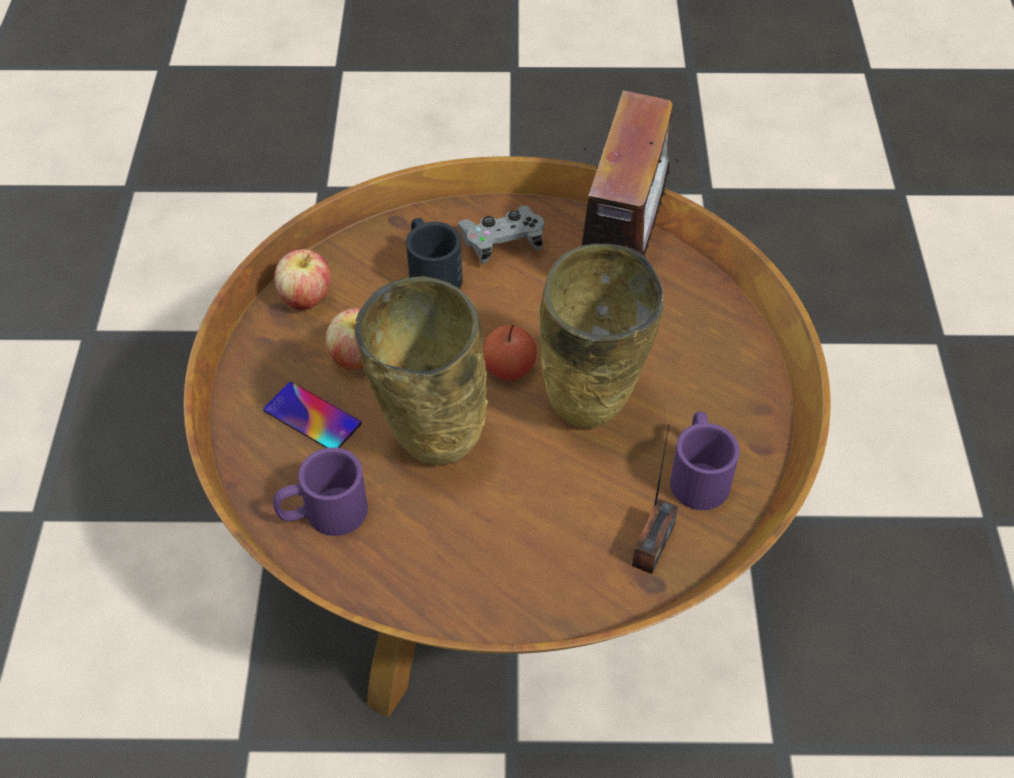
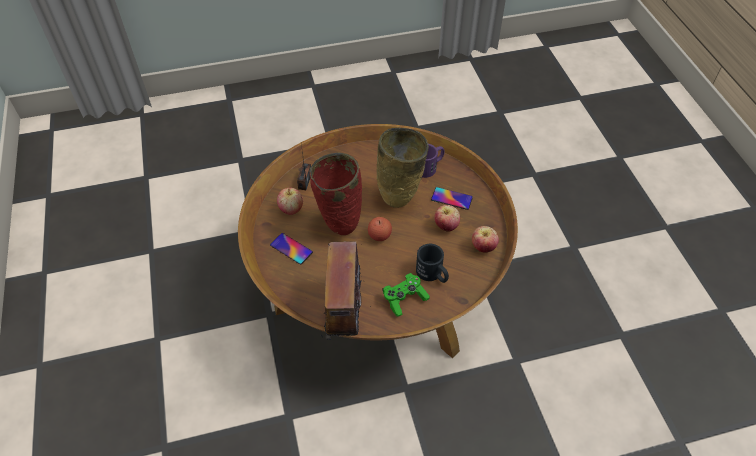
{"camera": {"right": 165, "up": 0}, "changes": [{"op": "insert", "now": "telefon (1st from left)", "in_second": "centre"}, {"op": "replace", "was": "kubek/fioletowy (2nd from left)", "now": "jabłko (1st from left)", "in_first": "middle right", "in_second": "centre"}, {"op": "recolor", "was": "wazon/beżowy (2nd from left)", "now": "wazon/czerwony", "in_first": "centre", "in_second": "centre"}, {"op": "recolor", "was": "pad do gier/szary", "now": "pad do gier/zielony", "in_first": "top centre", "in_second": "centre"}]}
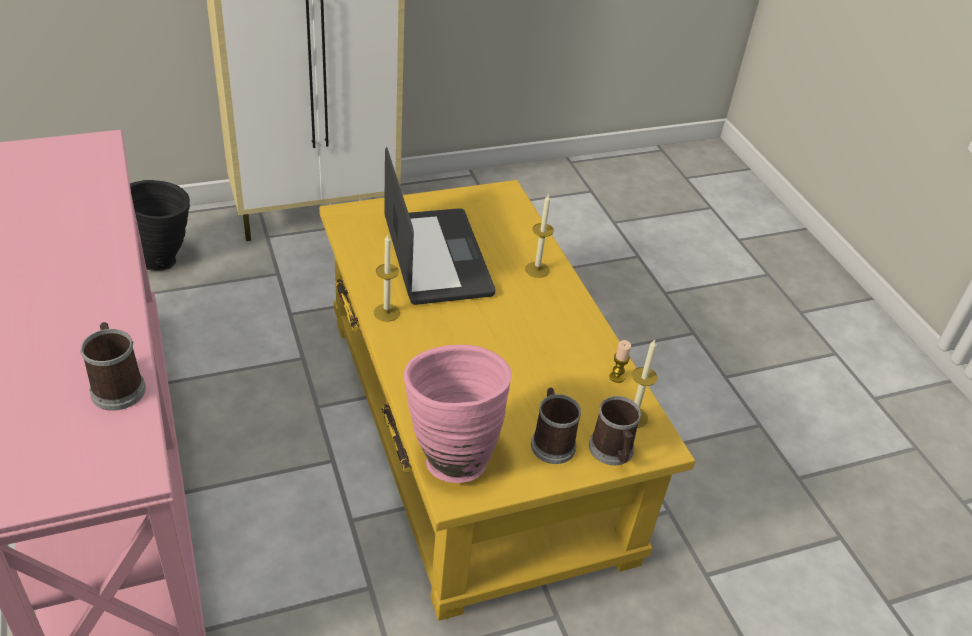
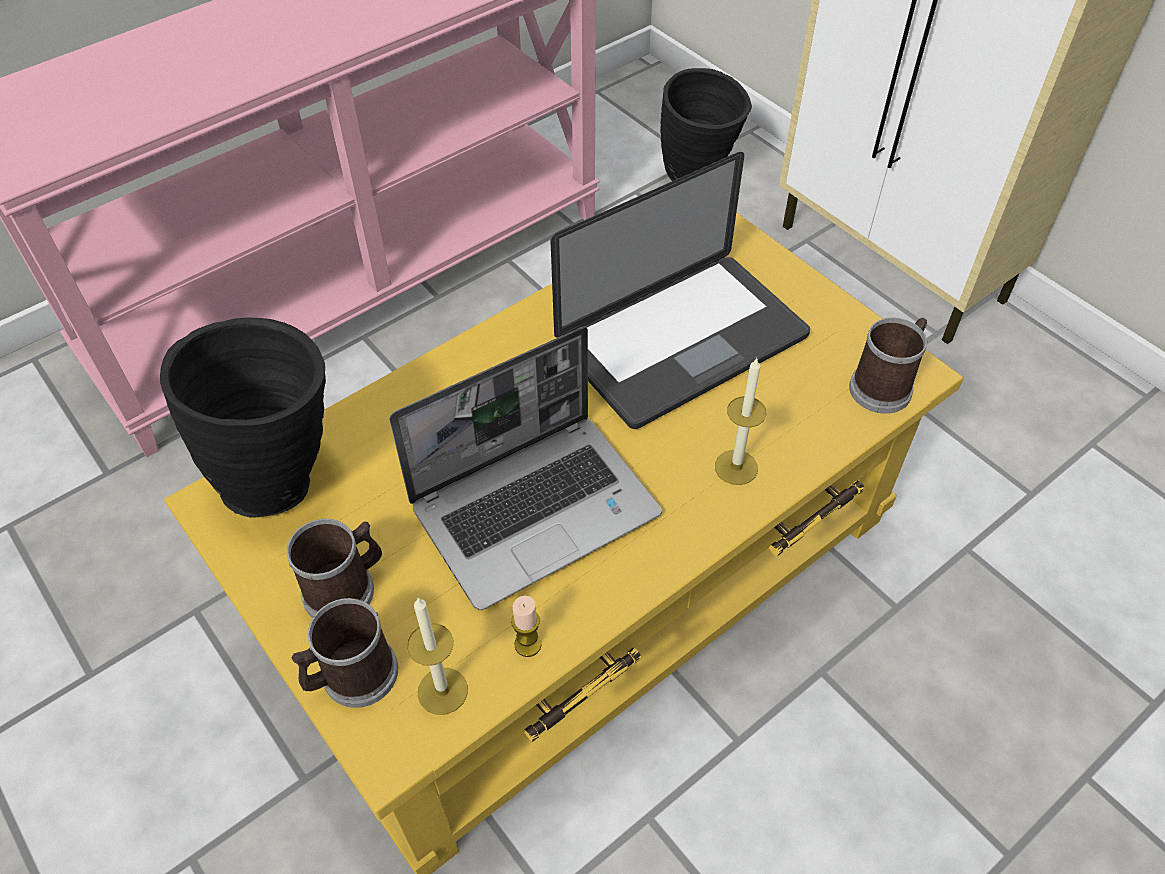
{"camera": {"right": 75, "up": 10}, "changes": [{"op": "recolor", "was": "wazon/różowy", "now": "wazon/czarny (1st from left)", "in_first": "centre", "in_second": "middle left"}, {"op": "insert", "now": "laptop (1st from left)", "in_second": "centre"}, {"op": "move", "was": "kubek (1st from left in the first image)", "now": "kubek (3rd from left)", "in_first": "middle left", "in_second": "middle right"}, {"op": "delete", "was": "świeca (1st from left)", "in_first": "centre"}]}
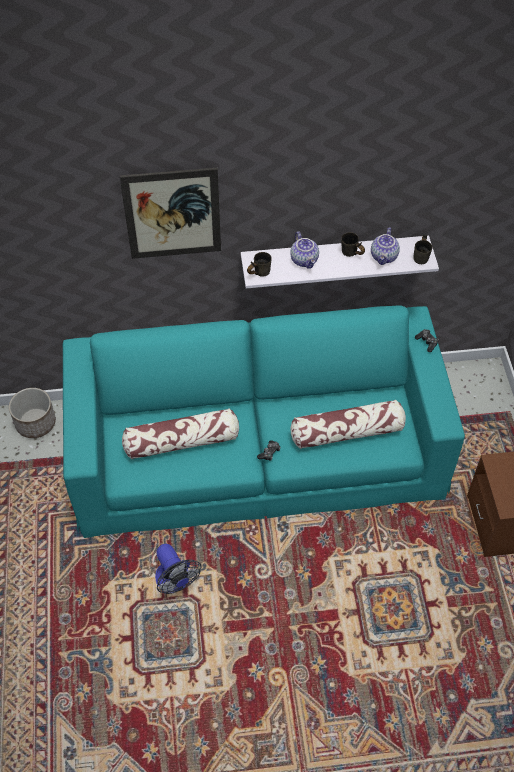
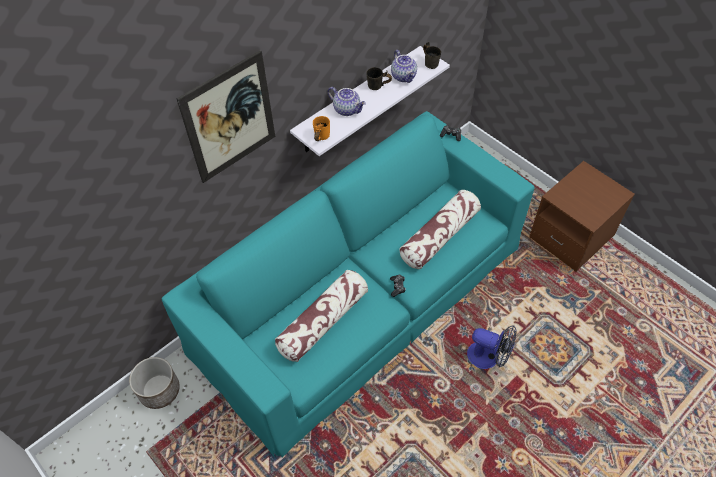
{"camera": {"right": -35, "up": 0}, "changes": [{"op": "recolor", "was": "kubek/szary (1st from left)", "now": "kubek/pomarańczowy", "in_first": "centre", "in_second": "top centre"}, {"op": "move", "was": "wentylator", "in_first": "bottom centre", "in_second": "bottom right"}]}
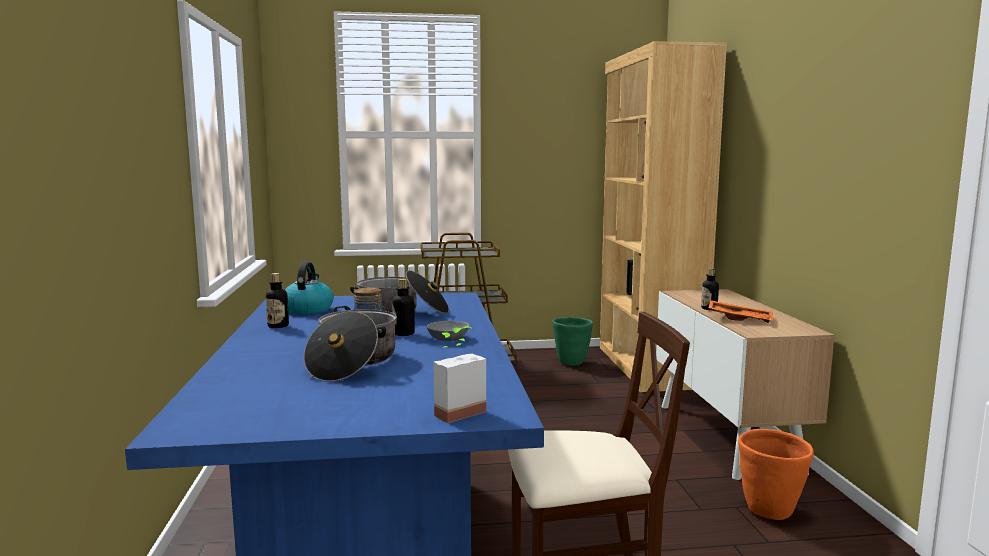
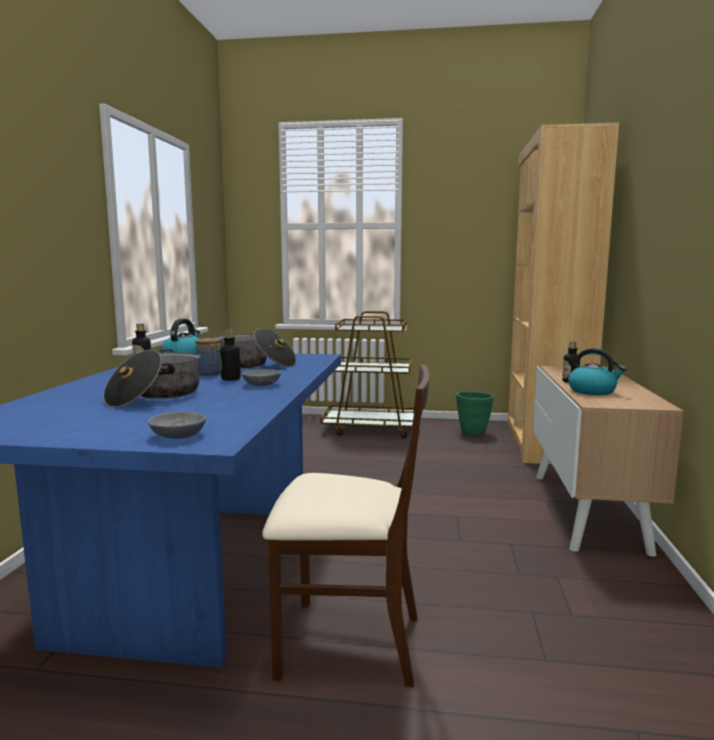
{"camera": {"right": 15, "up": 0}, "changes": [{"op": "replace", "was": "roślina doniczkowa", "now": "miska/szary (1st from left)", "in_first": "bottom centre", "in_second": "middle left"}, {"op": "replace", "was": "taca/pomarańczowy", "now": "czajnik (2nd from left)", "in_first": "middle right", "in_second": "middle right"}, {"op": "delete", "was": "donica/pomarańczowy", "in_first": "bottom right"}]}
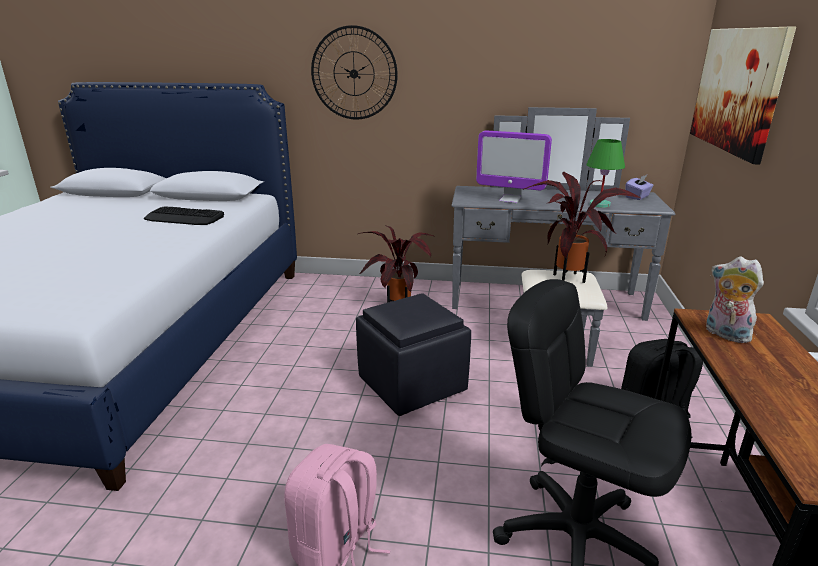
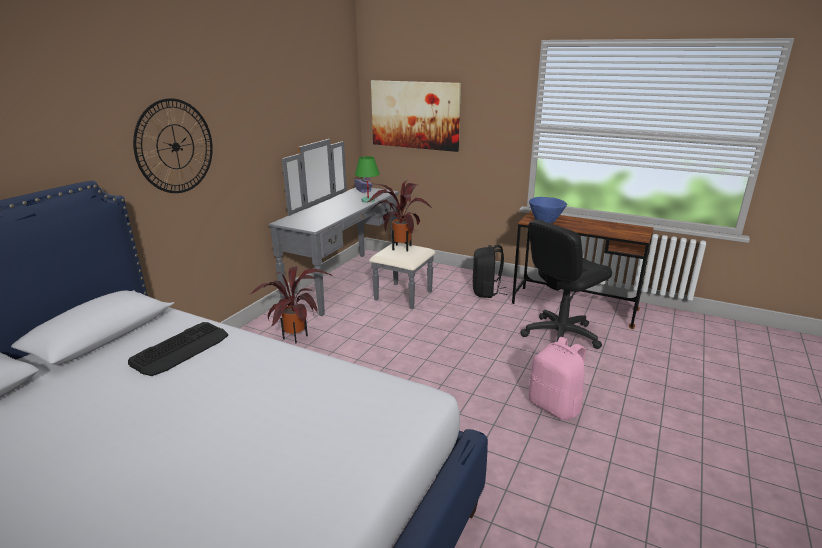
{"camera": {"right": -70, "up": 0}, "changes": [{"op": "replace", "was": "pluszak", "now": "miska/niebieski", "in_first": "middle right", "in_second": "middle right"}, {"op": "delete", "was": "pufa/czarny", "in_first": "centre"}, {"op": "delete", "was": "monitor", "in_first": "top centre"}]}
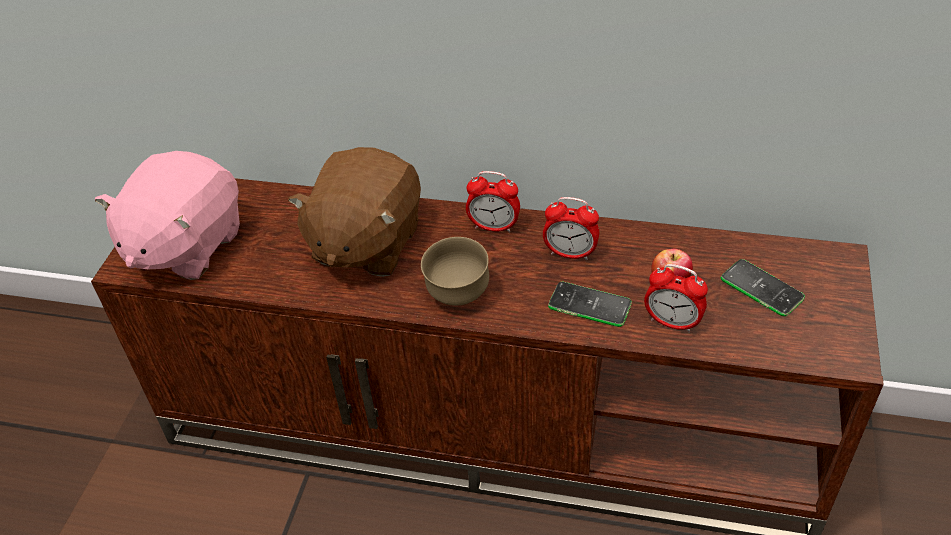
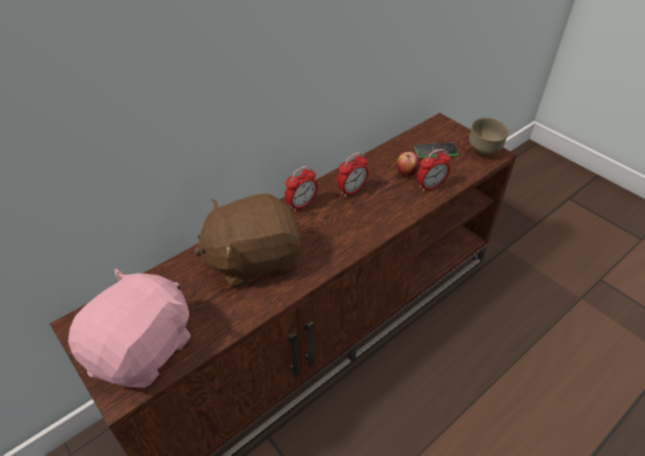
{"camera": {"right": -55, "up": 0}, "changes": [{"op": "rotate", "was": "pluszak/różowy", "in_first": "middle left", "in_second": "bottom left", "clockwise": -120}, {"op": "rotate", "was": "pluszak/brązowy", "in_first": "centre", "in_second": "centre", "clockwise": 105}, {"op": "move", "was": "miska/brązowy", "in_first": "centre", "in_second": "top right"}, {"op": "delete", "was": "telefon (1st from left)", "in_first": "centre"}]}
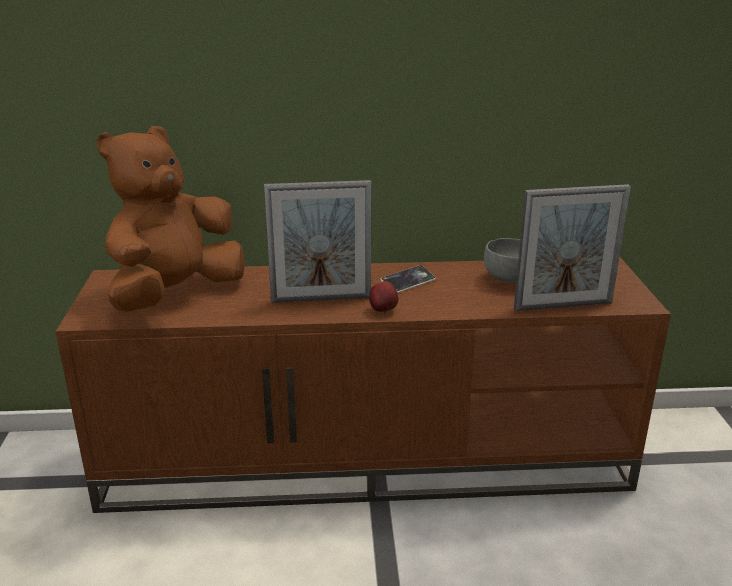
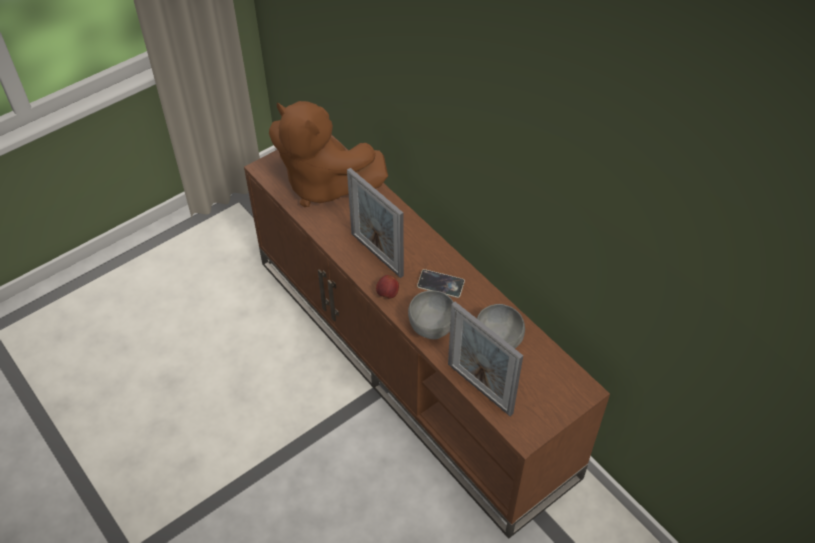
{"camera": {"right": 55, "up": 25}, "changes": [{"op": "rotate", "was": "pluszak/brązowy", "in_first": "middle left", "in_second": "top centre", "clockwise": -150}, {"op": "insert", "now": "miska/szary (1st from left)", "in_second": "centre"}]}
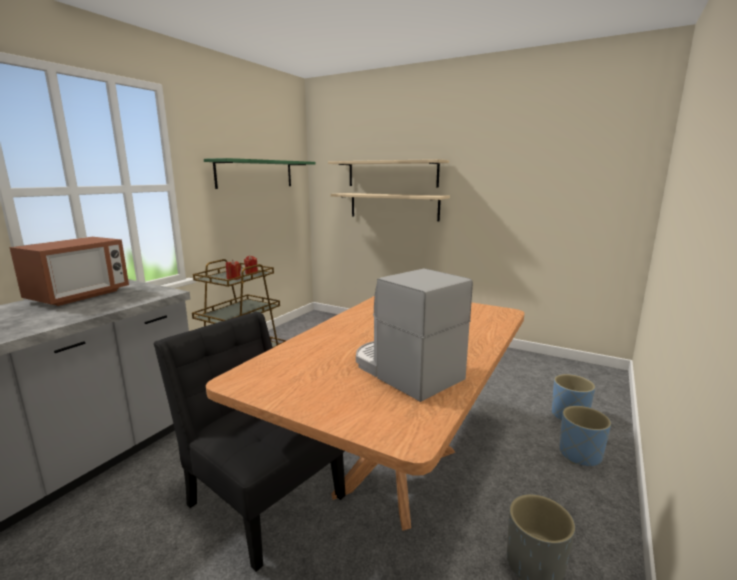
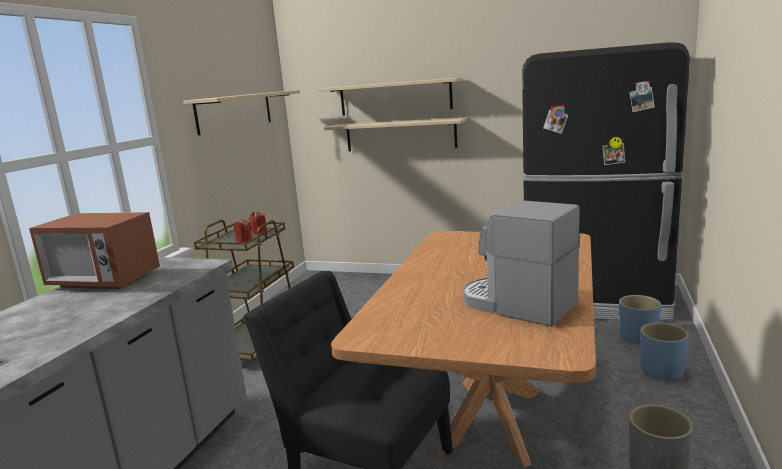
{"camera": {"right": -10, "up": 0}, "changes": [{"op": "rotate", "was": "mikrofalówka", "in_first": "middle left", "in_second": "middle left", "clockwise": 90}, {"op": "recolor", "was": "półka/zielony", "now": "półka/beżowy (1st from left)", "in_first": "top centre", "in_second": "top left"}, {"op": "insert", "now": "lodówka/czarny", "in_second": "middle right"}]}
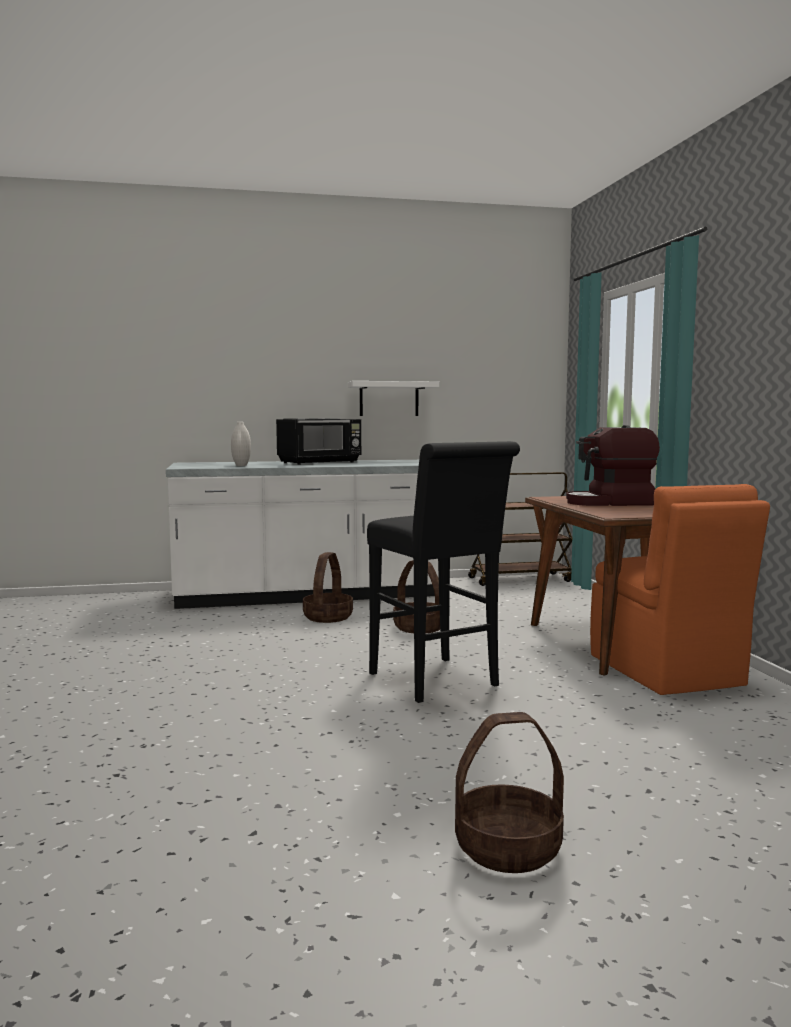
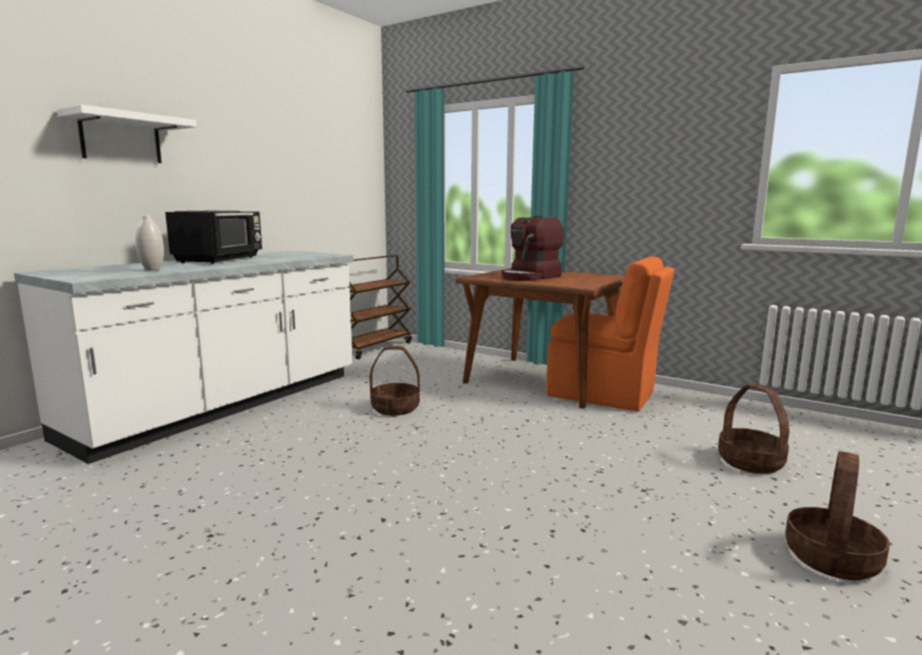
{"camera": {"right": -45, "up": 5}, "changes": [{"op": "move", "was": "półka/biały", "in_first": "centre", "in_second": "top left"}, {"op": "move", "was": "koszyk (1st from left in the first image)", "now": "koszyk (2nd from left)", "in_first": "centre", "in_second": "middle right"}, {"op": "delete", "was": "stołek/czarny", "in_first": "centre"}]}
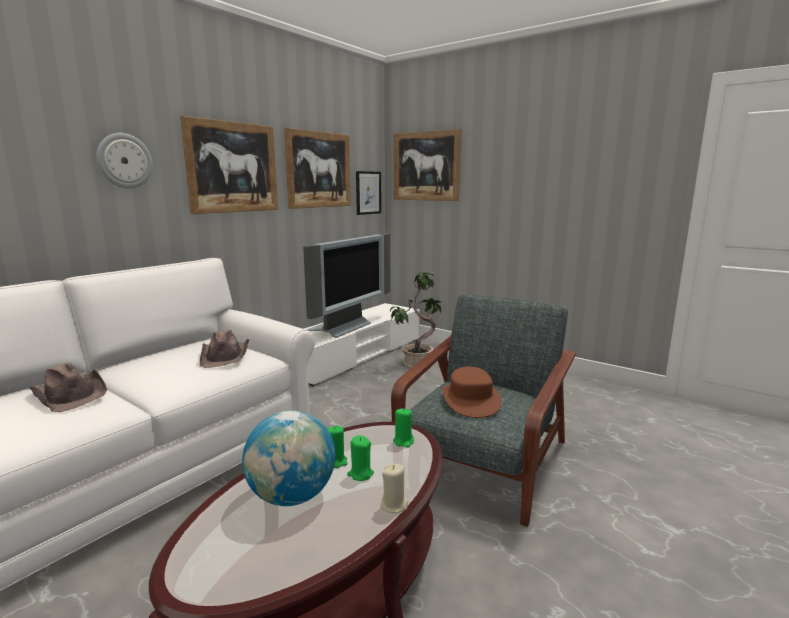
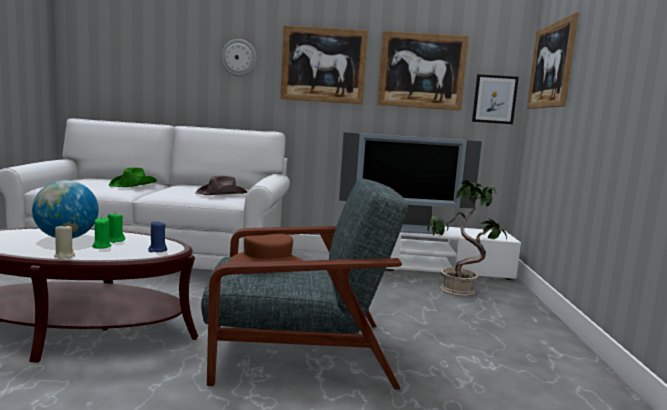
{"camera": {"right": 55, "up": -5}, "changes": [{"op": "recolor", "was": "kapelusz/brązowy (1st from left)", "now": "kapelusz/zielony", "in_first": "middle left", "in_second": "middle left"}, {"op": "recolor", "was": "świeca/zielony (3rd from left)", "now": "świeca/niebieski", "in_first": "bottom centre", "in_second": "middle left"}]}
